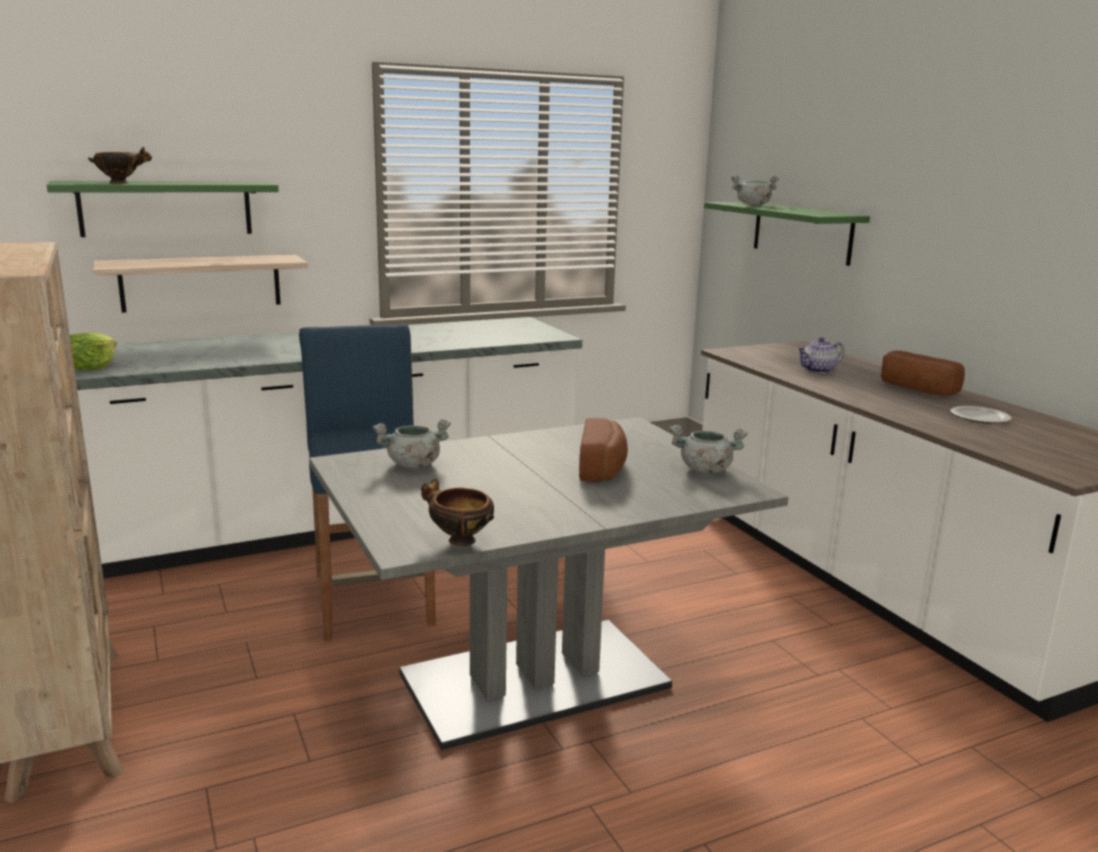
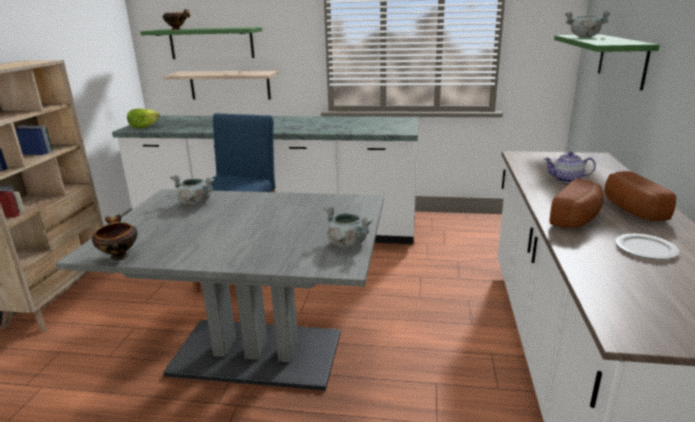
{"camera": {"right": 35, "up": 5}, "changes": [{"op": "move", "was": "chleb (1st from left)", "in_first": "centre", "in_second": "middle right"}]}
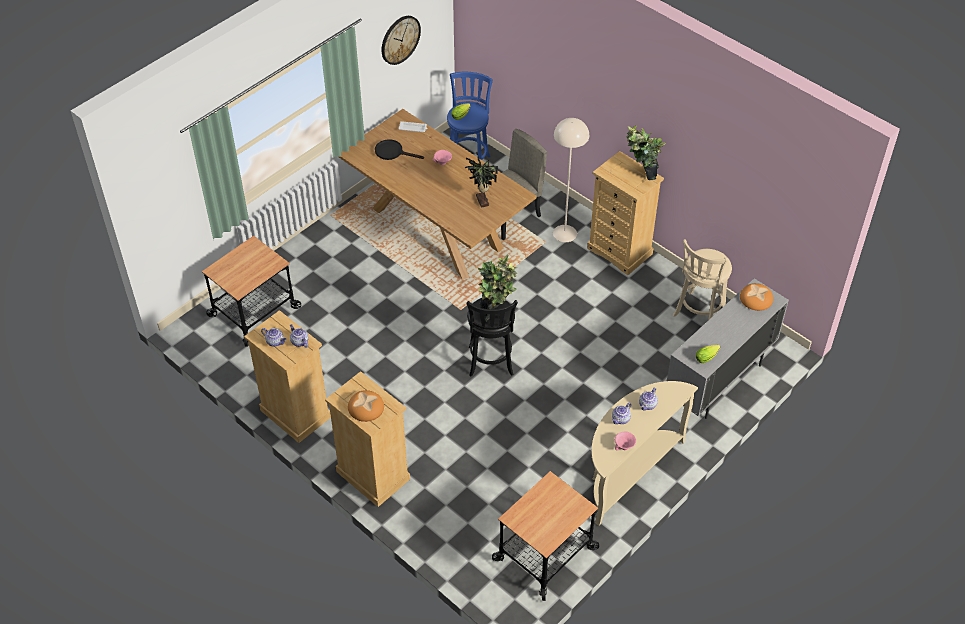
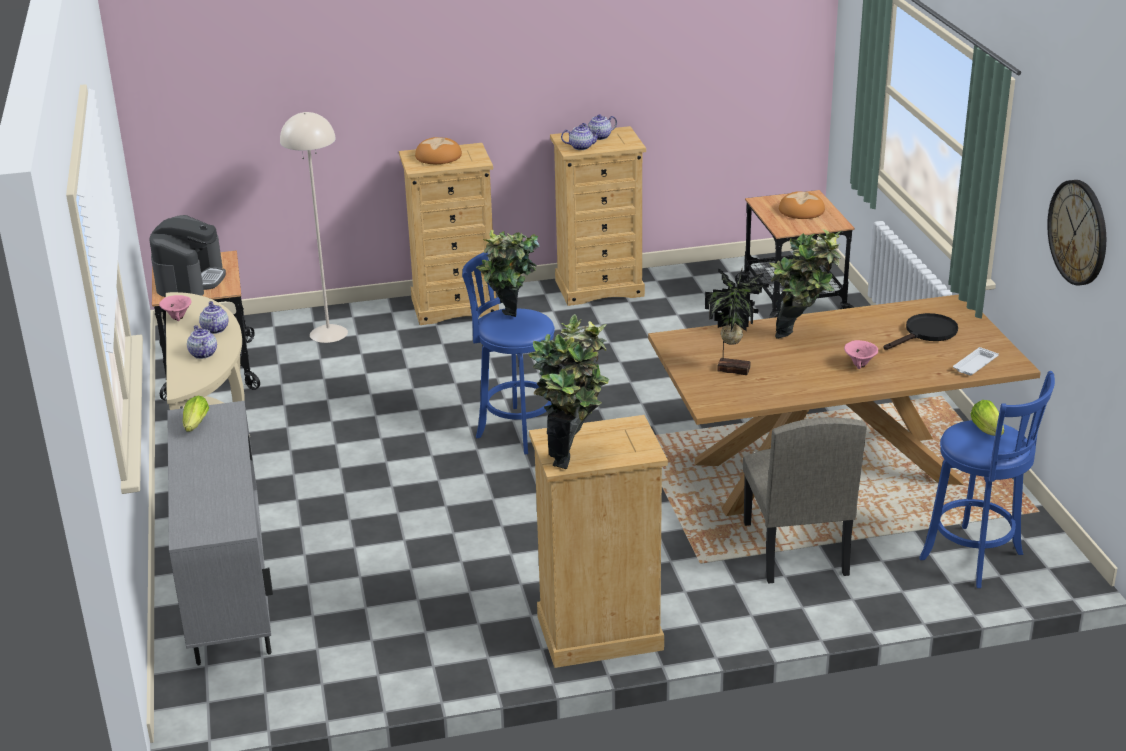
{"camera": {"right": 125, "up": -20}, "changes": [{"op": "insert", "now": "ekspres do kawy", "in_second": "middle left"}, {"op": "move", "was": "lampa stojąca/beżowy", "in_first": "top centre", "in_second": "top left"}, {"op": "recolor", "was": "stołek/czarny", "now": "stołek/niebieski (1st from left)", "in_first": "centre", "in_second": "centre"}, {"op": "insert", "now": "roślina doniczkowa (4th from left)", "in_second": "middle right"}, {"op": "move", "was": "chleb (2nd from left)", "in_first": "middle right", "in_second": "top right"}, {"op": "delete", "was": "stołek/beżowy", "in_first": "middle right"}]}
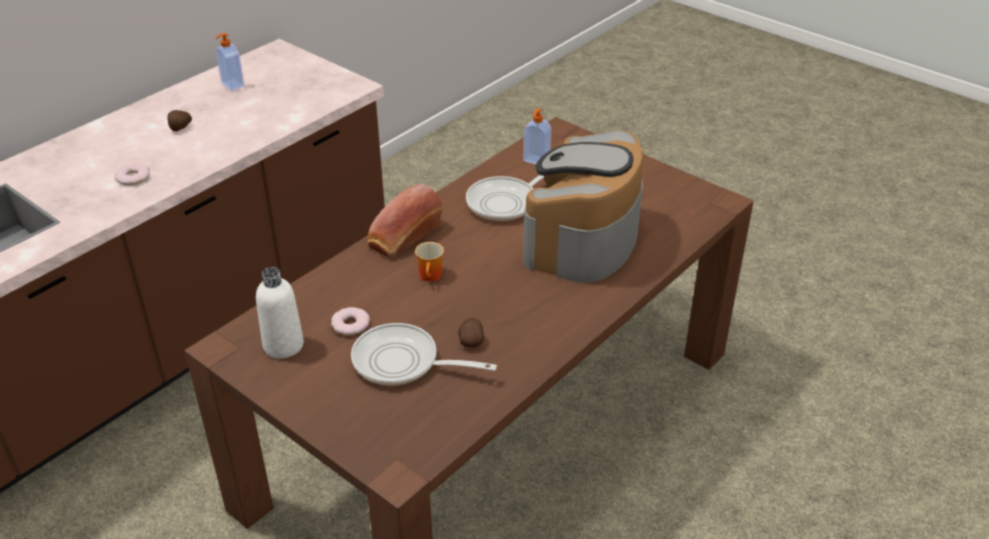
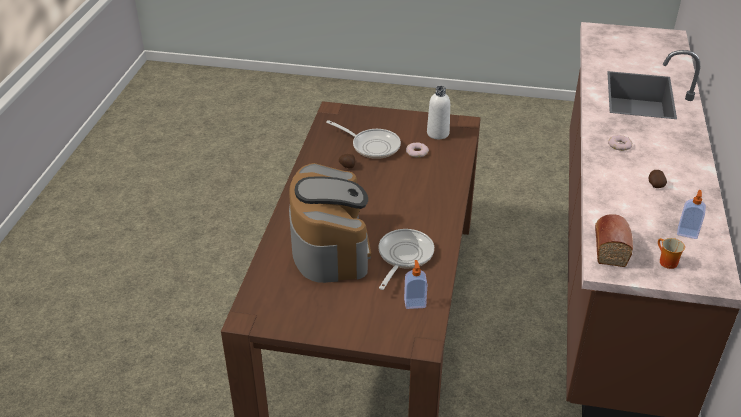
{"camera": {"right": 150, "up": 0}, "changes": [{"op": "rotate", "was": "patelnia (1st from left)", "in_first": "centre", "in_second": "centre", "clockwise": 45}, {"op": "move", "was": "chleb", "in_first": "centre", "in_second": "middle right"}, {"op": "move", "was": "kubek", "in_first": "centre", "in_second": "middle right"}]}
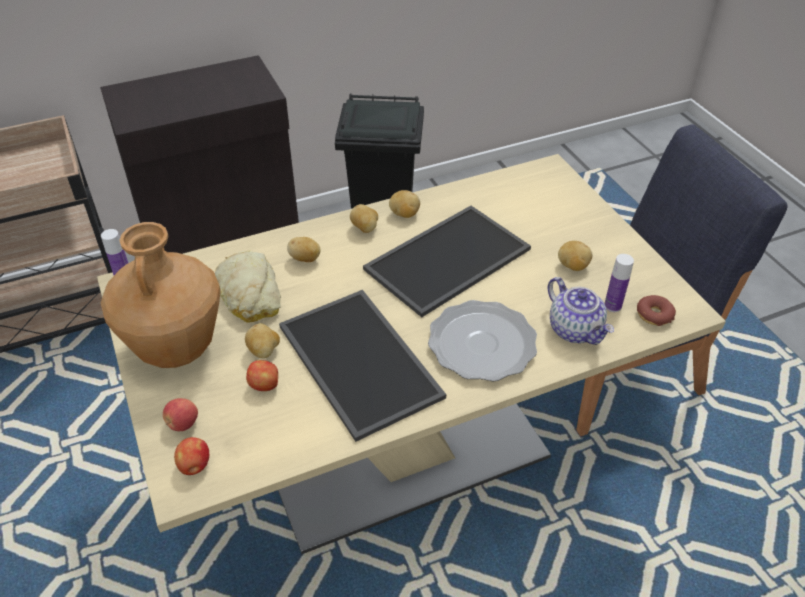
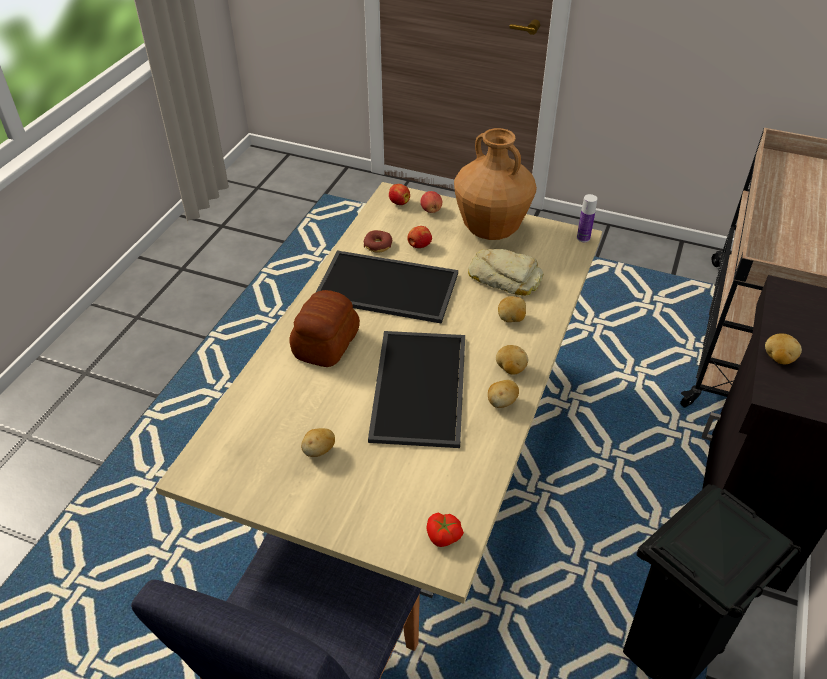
{"camera": {"right": 135, "up": 0}, "changes": [{"op": "replace", "was": "talerz", "now": "chleb (1st from left)", "in_first": "centre", "in_second": "centre"}, {"op": "move", "was": "donut", "in_first": "middle right", "in_second": "centre"}, {"op": "insert", "now": "pomidor", "in_second": "bottom centre"}, {"op": "move", "was": "ziemniak (1st from left in the first image)", "now": "ziemniak (5th from left)", "in_first": "middle left", "in_second": "middle right"}, {"op": "delete", "was": "imbryk", "in_first": "middle right"}, {"op": "delete", "was": "butelka (2nd from left)", "in_first": "middle right"}]}
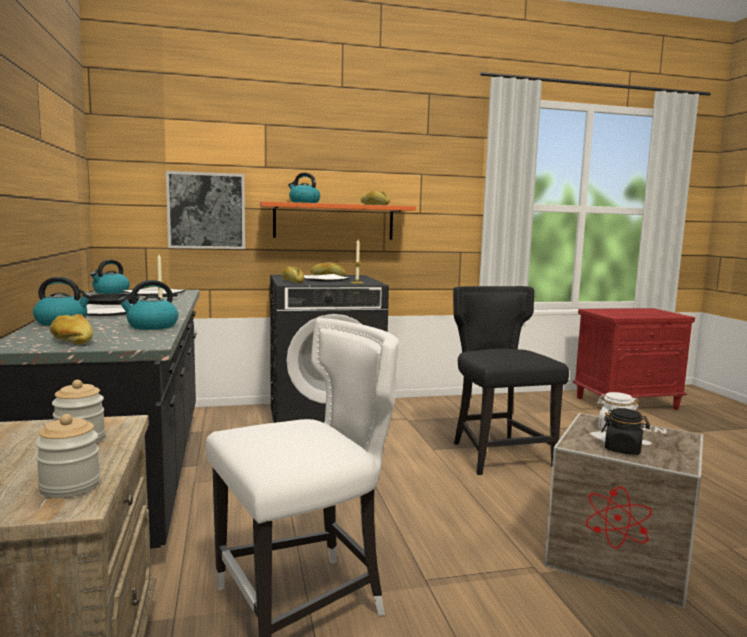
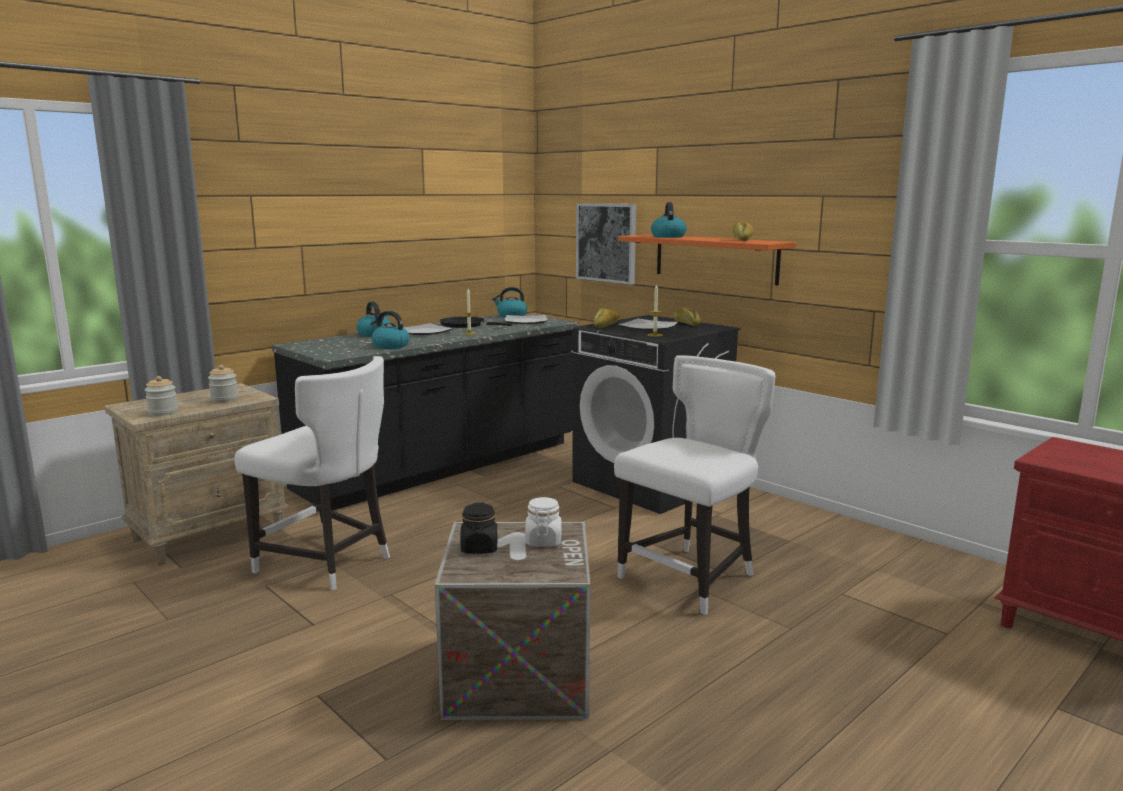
{"camera": {"right": 60, "up": 5}, "changes": [{"op": "recolor", "was": "krzesło/czarny", "now": "krzesło/biały (2nd from left)", "in_first": "middle right", "in_second": "centre"}, {"op": "delete", "was": "chleb (1st from left)", "in_first": "middle left"}]}
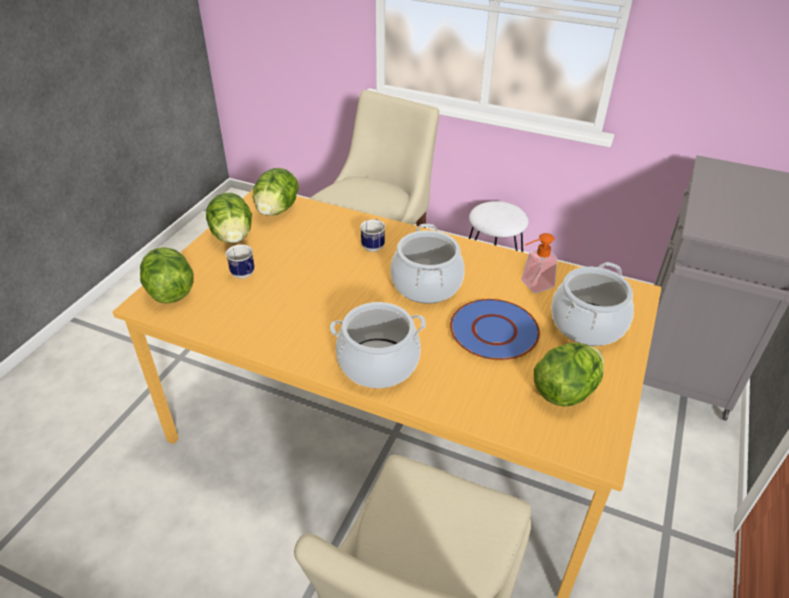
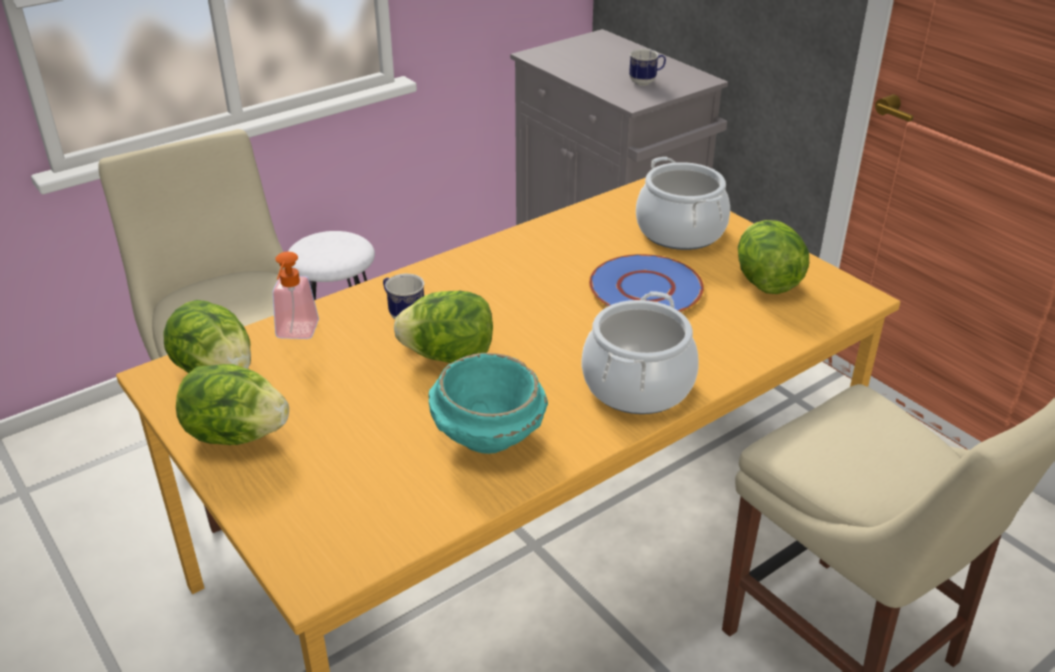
{"camera": {"right": -60, "up": -5}, "changes": [{"op": "move", "was": "dozownik mydła", "in_first": "middle right", "in_second": "middle left"}, {"op": "move", "was": "sałata (1st from left in the first image)", "now": "sałata (3rd from left)", "in_first": "middle left", "in_second": "centre"}, {"op": "insert", "now": "miska/turkusowy", "in_second": "centre"}, {"op": "move", "was": "kubek (1st from left in the first image)", "now": "kubek (2nd from left)", "in_first": "middle left", "in_second": "top centre"}, {"op": "delete", "was": "garnek (2nd from left)", "in_first": "centre"}]}
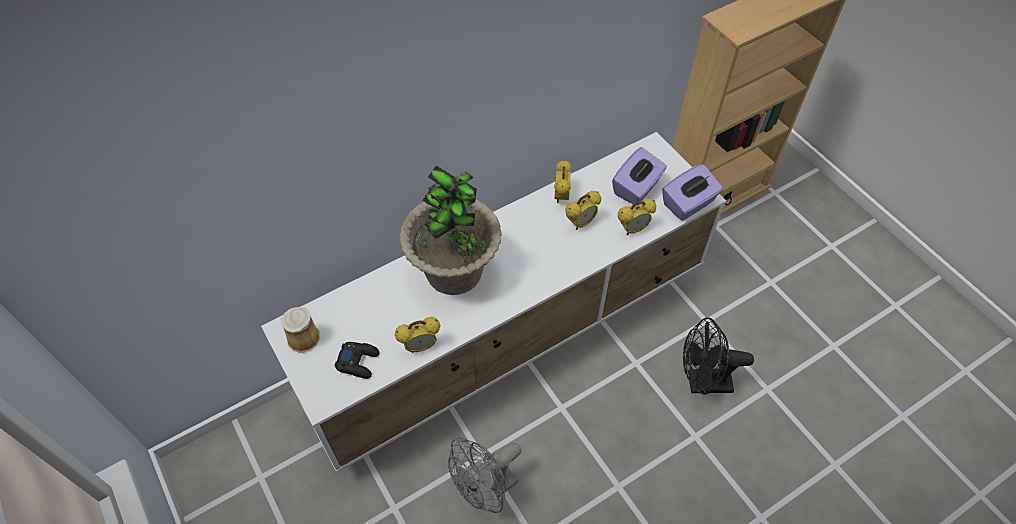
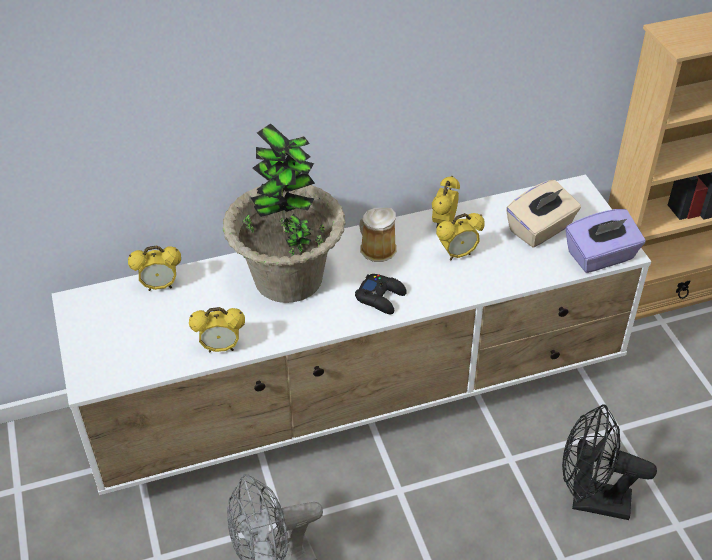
{"camera": {"right": 15, "up": -10}, "changes": [{"op": "move", "was": "budzik (4th from left in the first image)", "now": "budzik (1st from left)", "in_first": "centre", "in_second": "middle left"}, {"op": "move", "was": "pad do gier/czarny", "in_first": "bottom centre", "in_second": "centre"}, {"op": "move", "was": "kubek", "in_first": "middle left", "in_second": "centre"}, {"op": "recolor", "was": "pudełko chusteczek/fioletowy (1st from left)", "now": "pudełko chusteczek/beżowy", "in_first": "centre", "in_second": "middle right"}]}
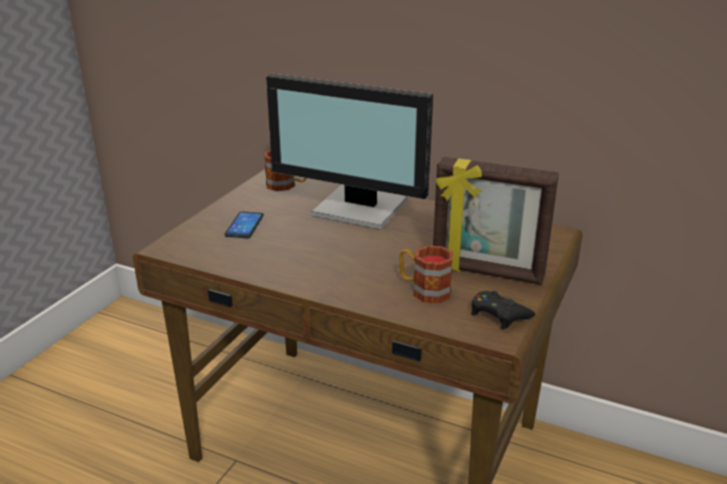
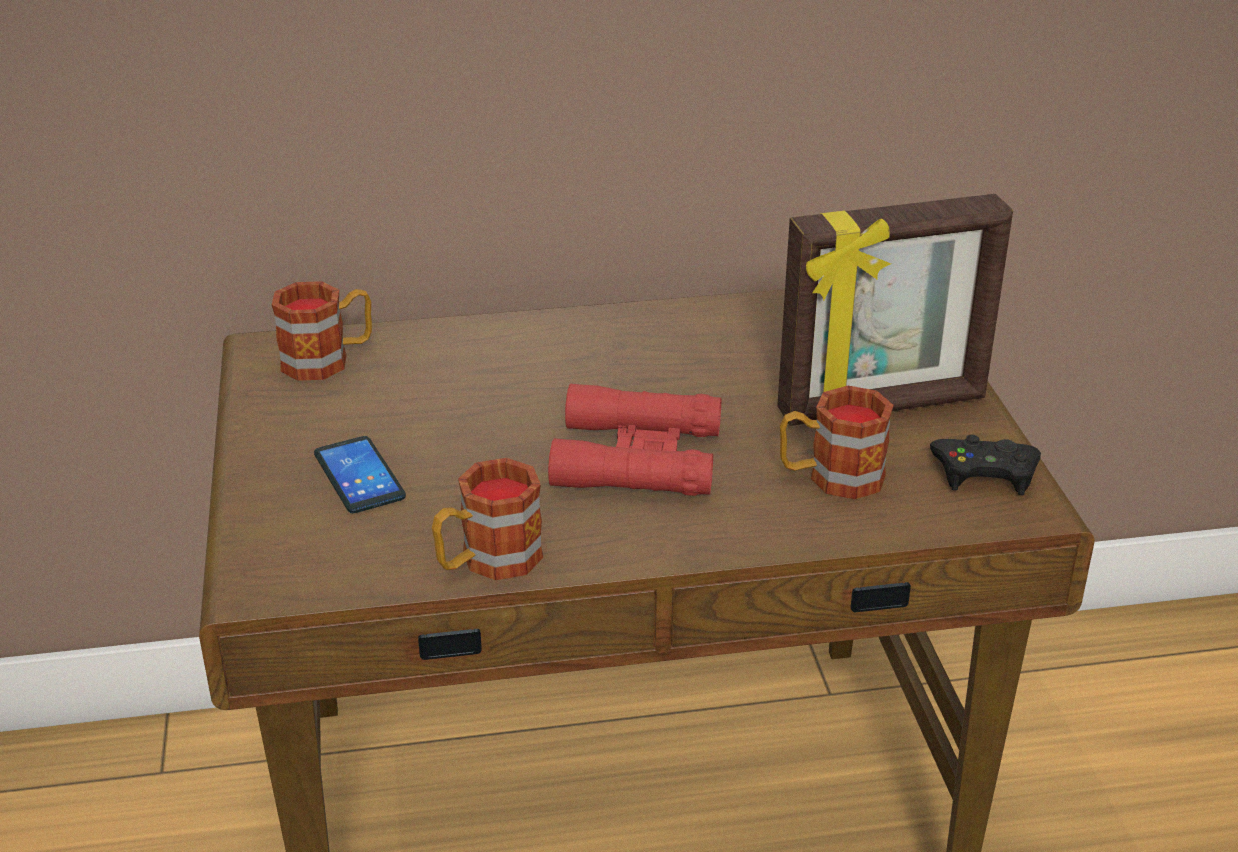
{"camera": {"right": -35, "up": 5}, "changes": [{"op": "insert", "now": "kubek (2nd from left)", "in_second": "centre"}, {"op": "insert", "now": "lornetka/czerwony", "in_second": "centre"}, {"op": "delete", "was": "monitor", "in_first": "top centre"}]}
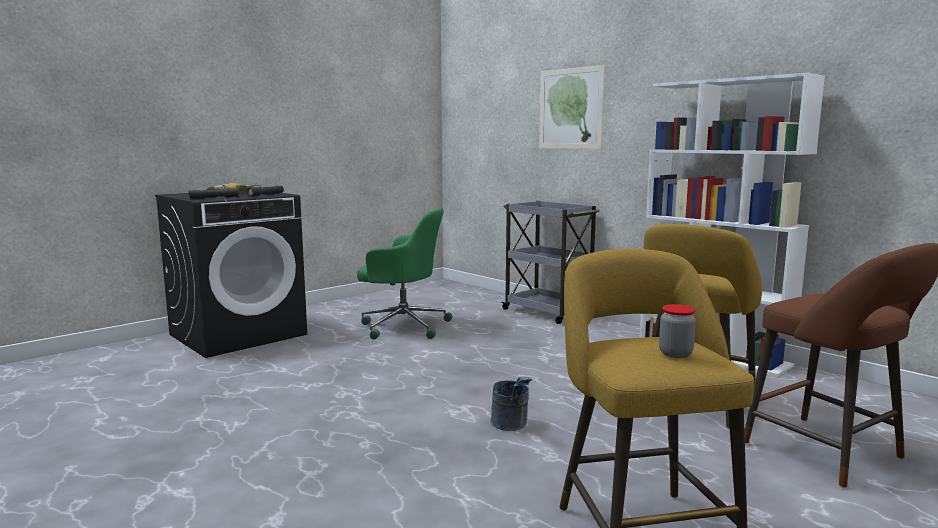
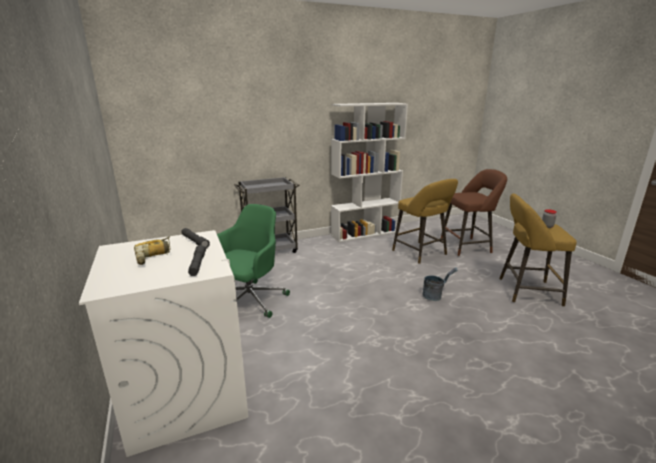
{"camera": {"right": -70, "up": 10}, "changes": [{"op": "recolor", "was": "pralka/czarny", "now": "pralka/biały", "in_first": "middle left", "in_second": "bottom left"}, {"op": "delete", "was": "obraz", "in_first": "top centre"}]}
